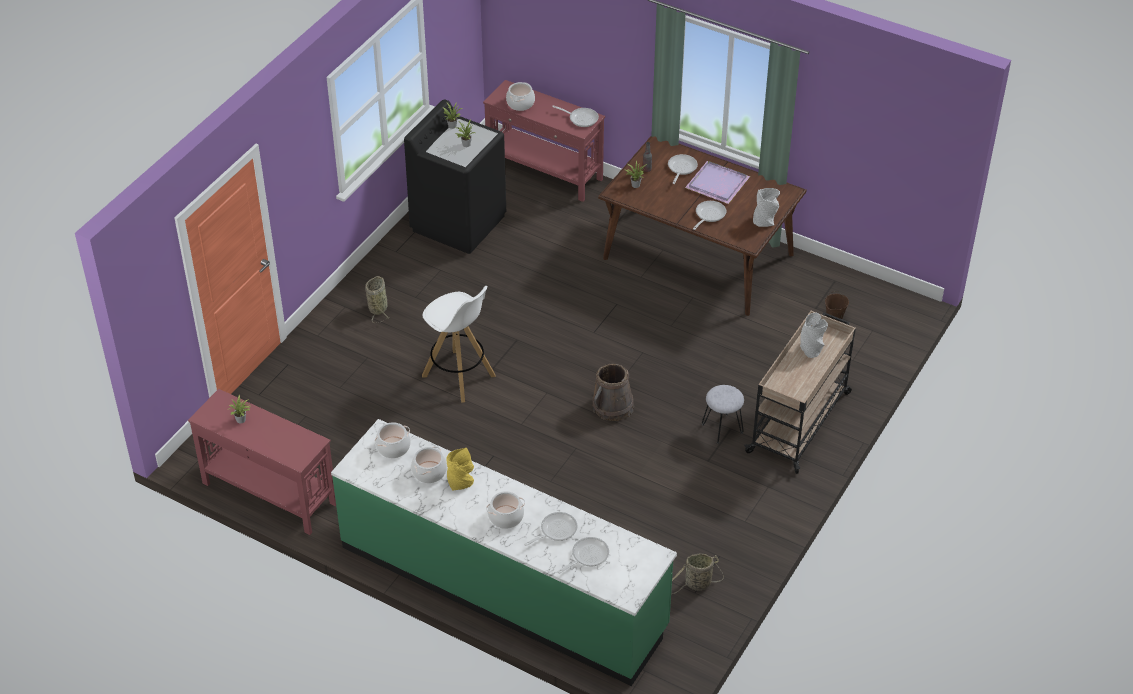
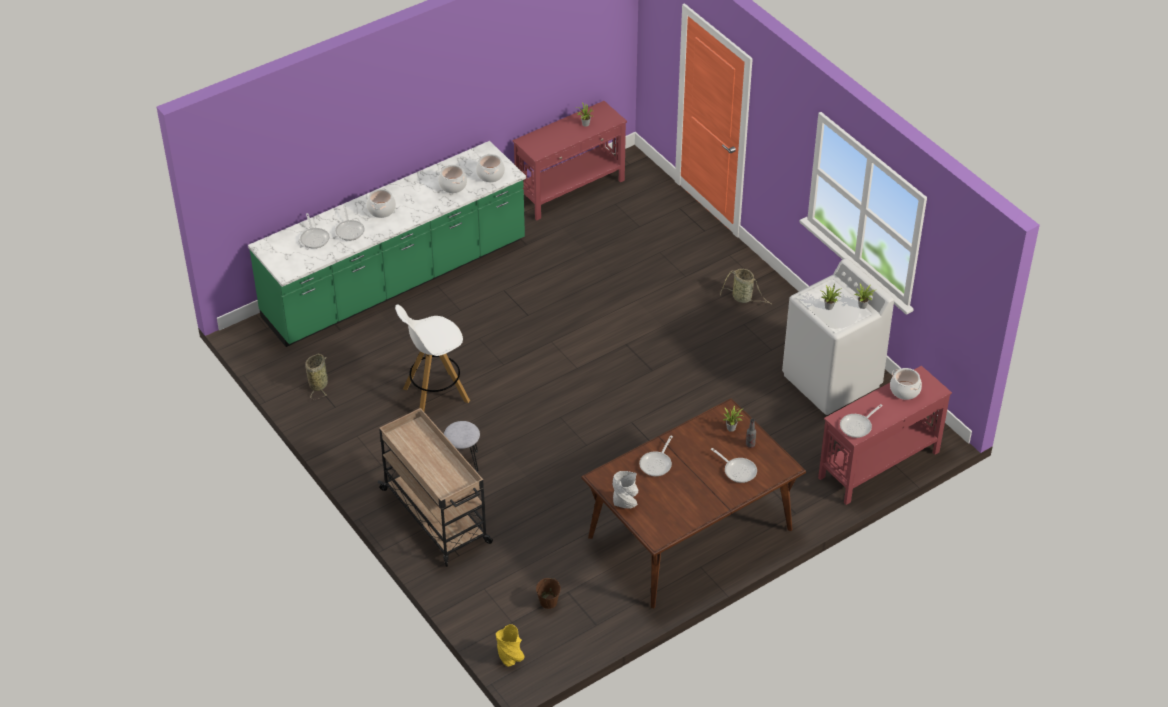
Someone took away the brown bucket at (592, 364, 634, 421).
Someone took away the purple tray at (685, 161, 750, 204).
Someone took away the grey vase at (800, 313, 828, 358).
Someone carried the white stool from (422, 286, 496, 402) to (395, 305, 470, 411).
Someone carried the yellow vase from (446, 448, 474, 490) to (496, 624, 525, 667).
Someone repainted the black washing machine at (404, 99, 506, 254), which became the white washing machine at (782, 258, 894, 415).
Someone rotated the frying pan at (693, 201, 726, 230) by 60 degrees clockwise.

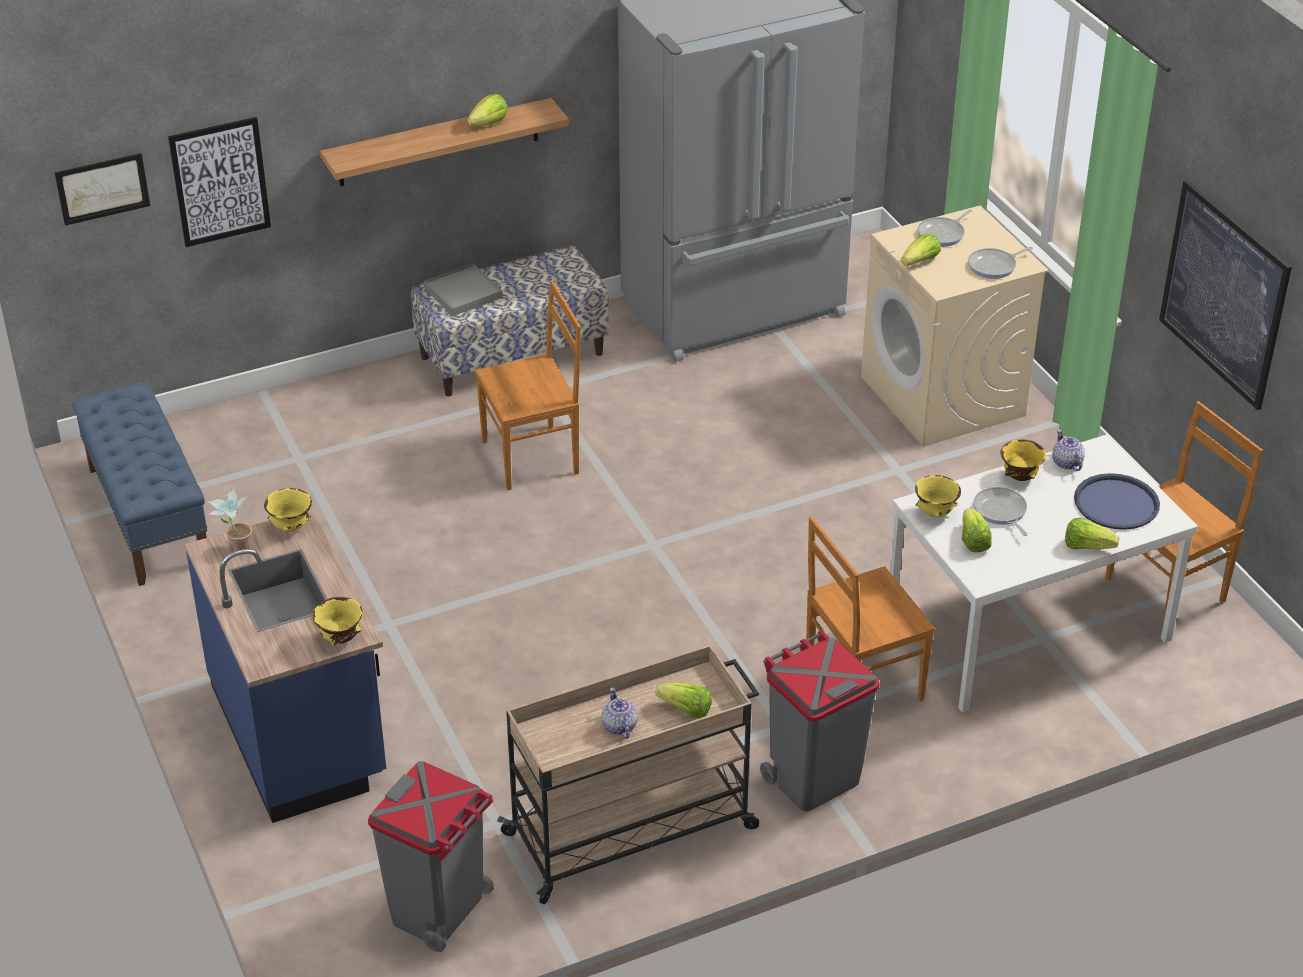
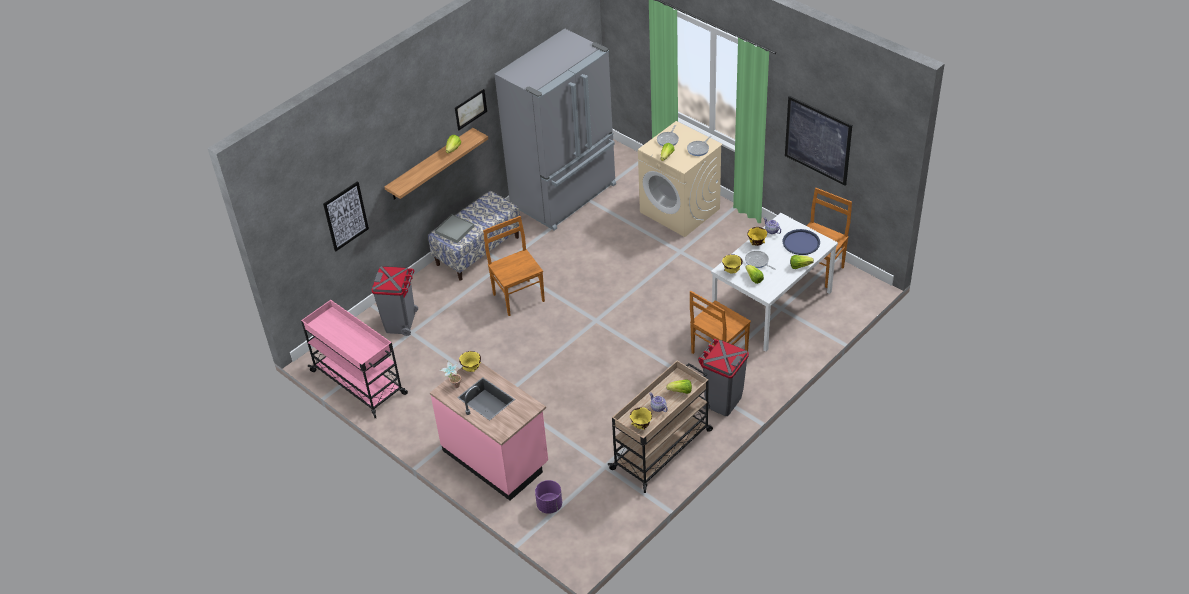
Someone put down the purple planter at (535, 480, 562, 514).
Someone carried the picture from (55, 153, 150, 226) to (455, 89, 487, 131).
Someone carried the yellow bowl from (313, 597, 363, 645) to (630, 407, 652, 430).
Someone carried the grey trash can from (368, 761, 494, 952) to (372, 266, 418, 336).
Someone swapped the blue bench at (72, 382, 207, 586) for the pink cart at (301, 300, 408, 418).
Someone repainted the blue counter at (185, 509, 386, 823), which became the pink counter at (430, 363, 548, 501).
Someone rotated the brown chair at (475, 280, 581, 491) by 75 degrees counterclockwise.

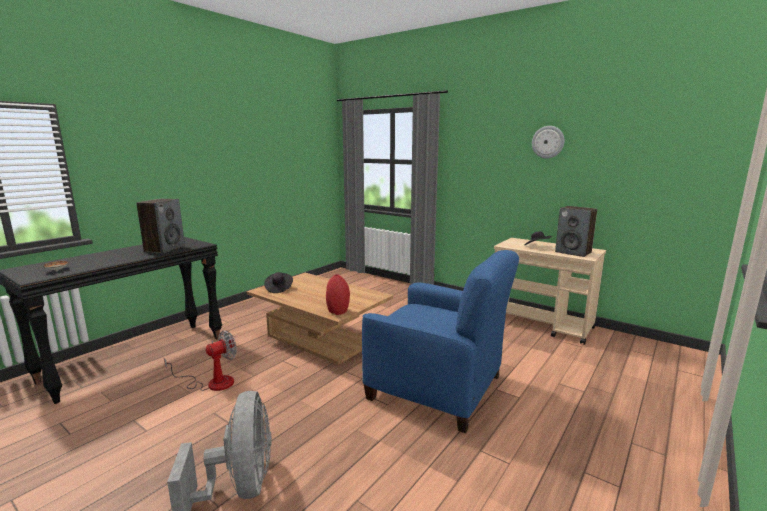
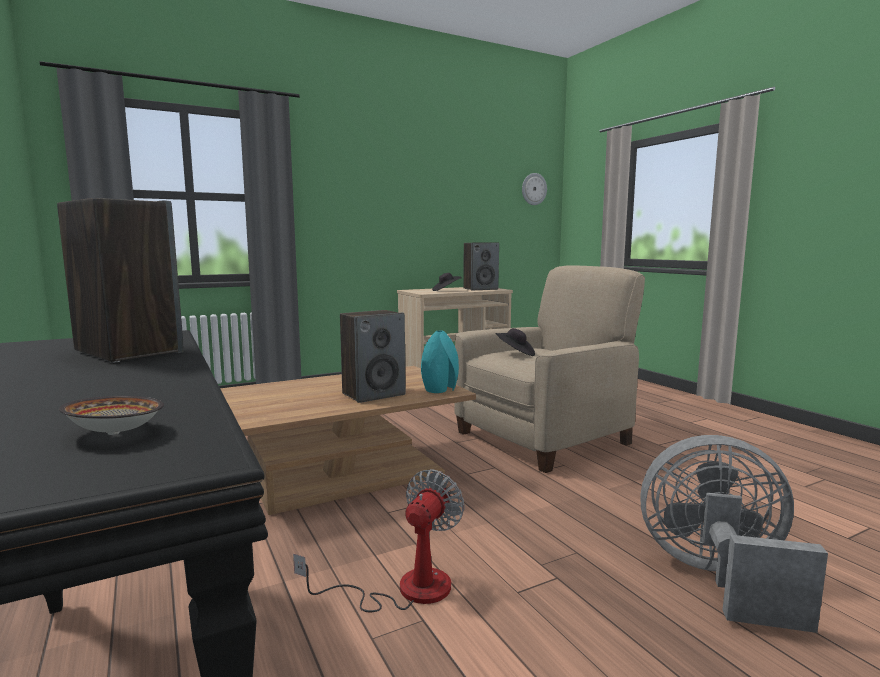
Someone put down the speaker at (340, 310, 406, 403).
Someone carried the black hat from (264, 272, 293, 293) to (496, 328, 535, 356).
Someone carried the wall clock from (532, 126, 565, 159) to (522, 173, 547, 205).
Someone repainted the red vase at (326, 274, 350, 315), which became the turquoise vase at (421, 331, 459, 393).
Someone repainted the blue armchair at (362, 250, 519, 433), which became the beige armchair at (454, 265, 645, 473).
Someone rotated the fan at (164, 330, 237, 391) by 45 degrees clockwise.

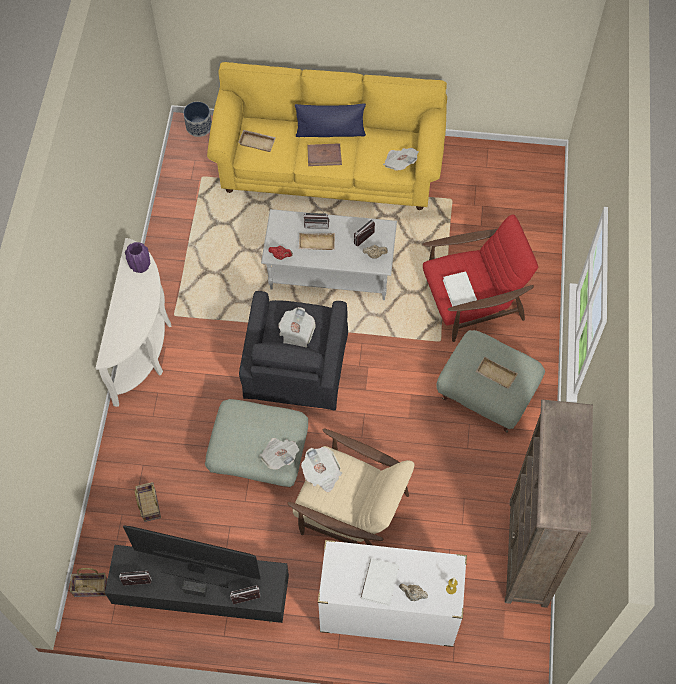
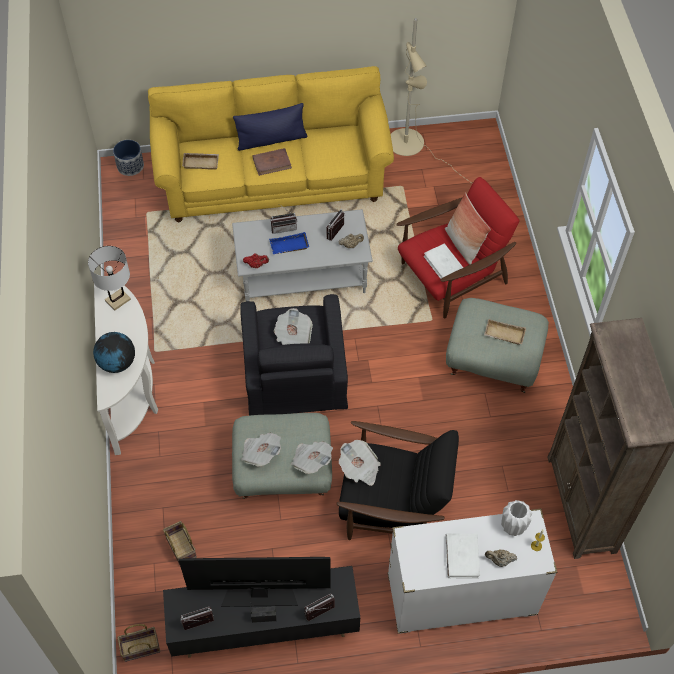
Someone put down the globe at (93, 332, 135, 373).
Someone put down the beige floor lamp at (391, 18, 473, 184).
Someone put down the pillow at (445, 193, 491, 265).
Someone put down the white vase at (501, 500, 532, 536).
Someone carried the newspaper from (383, 148, 419, 170) to (241, 432, 281, 467).
Someone swapped the purple vase at (125, 242, 150, 273) for the white table lamp at (88, 246, 131, 310).
Someone repainted the beige armchair at (287, 429, 415, 545), which became the black armchair at (336, 421, 459, 540).
Someone repainted the beige tray at (299, 233, 335, 250), which became the blue tray at (269, 232, 309, 254).

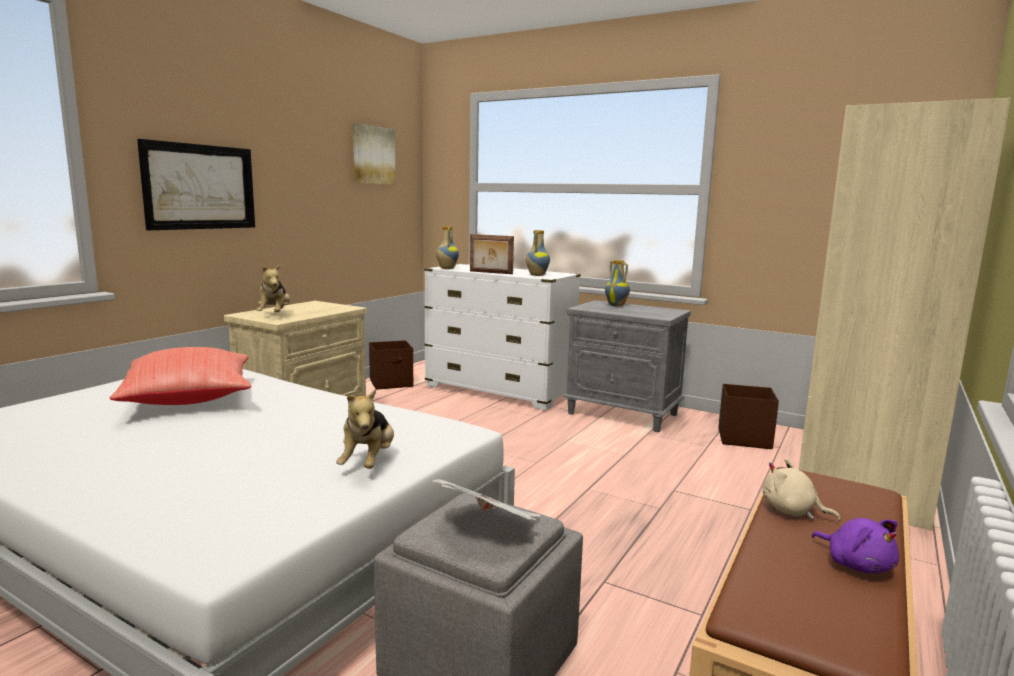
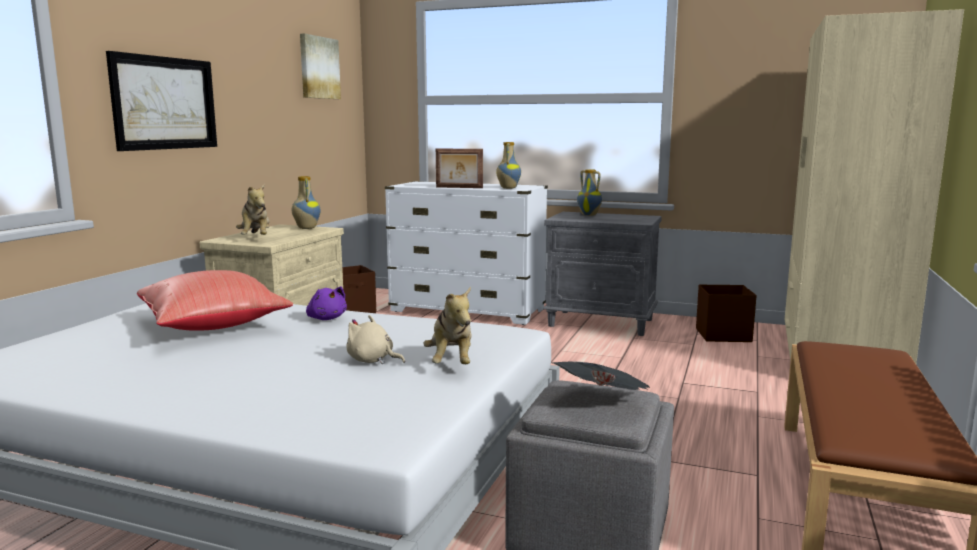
Someone carried the vase from (436, 226, 459, 269) to (292, 176, 321, 229).
Someone carried the beige plush toy from (763, 459, 841, 521) to (346, 315, 405, 364).
Someone carried the purple plush toy from (811, 518, 899, 573) to (306, 287, 347, 320).

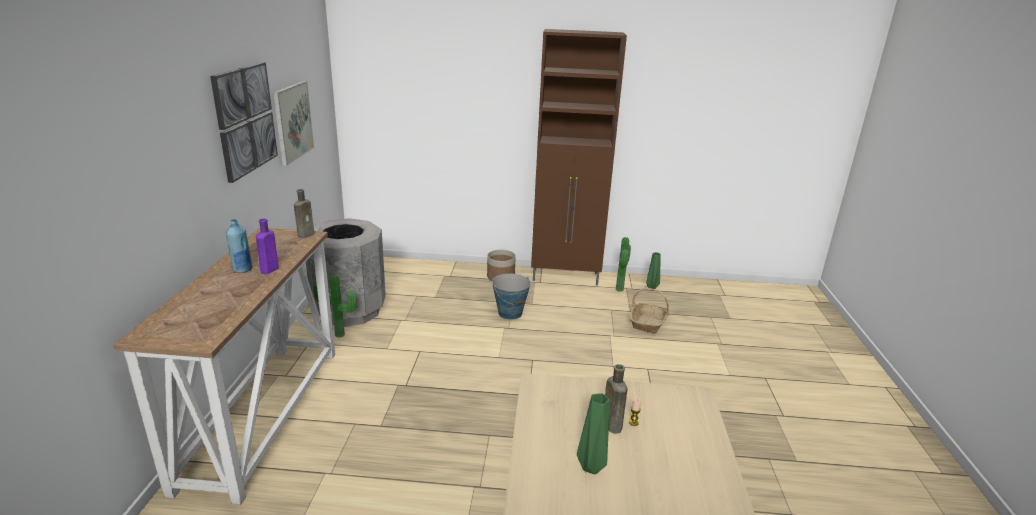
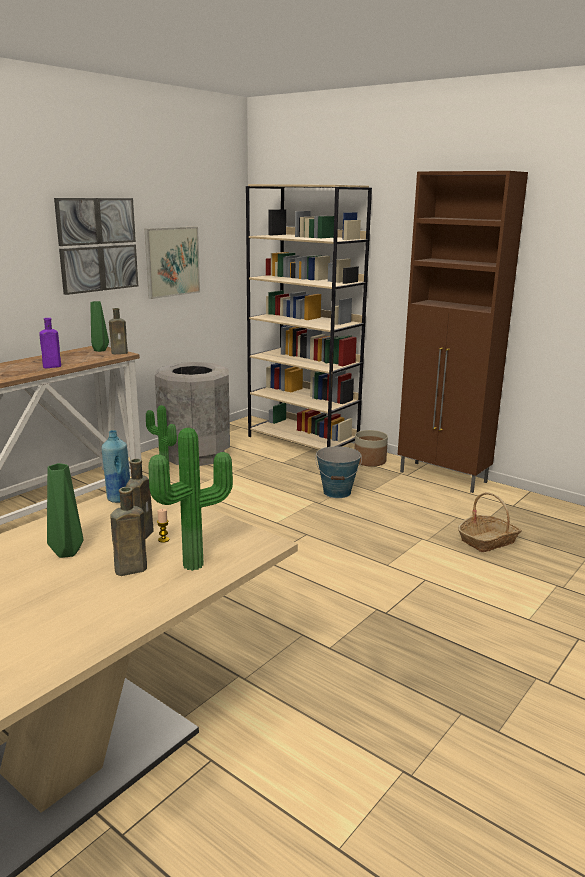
Someone put down the brown bottle at (110, 487, 147, 576).
Someone put down the beige bookcase at (246, 184, 372, 450).
Someone carried the blue bottle from (226, 219, 252, 273) to (101, 430, 130, 503).
Someone carried the potted plant from (616, 237, 631, 292) to (149, 428, 233, 571).
Someone carried the green vase from (646, 252, 661, 289) to (90, 301, 109, 352).

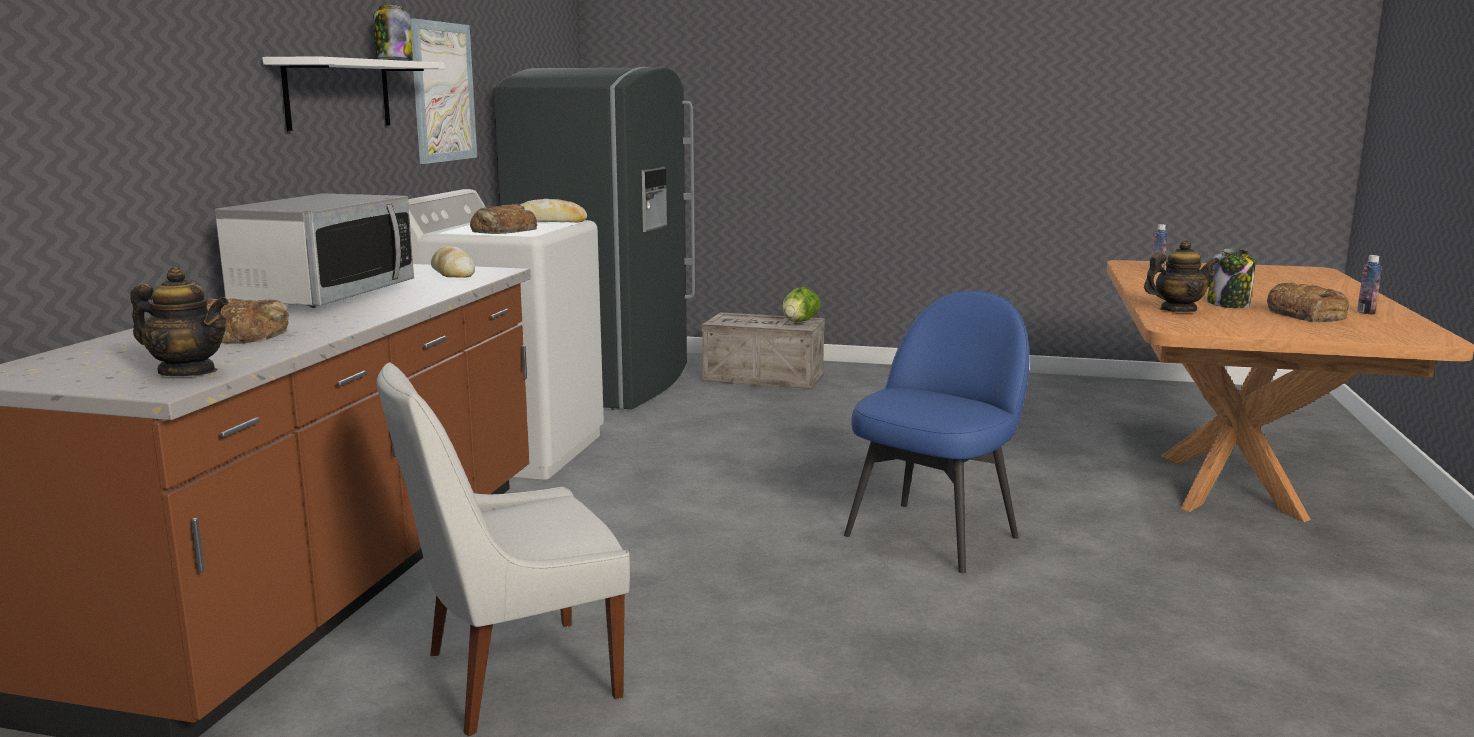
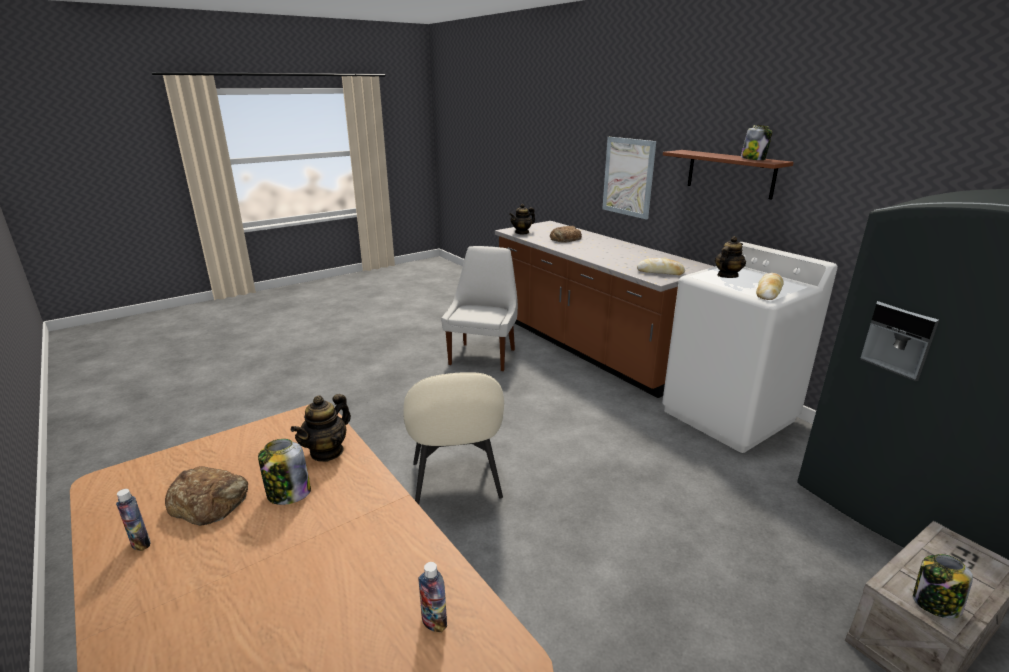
Someone took away the microwave at (215, 194, 414, 308).
Someone carried the picture from (410, 18, 477, 164) to (602, 137, 656, 219).
Someone swapped the bread at (470, 204, 537, 234) for the teapot at (715, 236, 746, 278).
Someone swapped the lettuce at (782, 287, 821, 322) for the jar at (913, 554, 973, 618).
Someone repainted the white shelf at (263, 56, 445, 131), which became the brown shelf at (663, 150, 794, 200).
Someone repainted the blue chair at (844, 291, 1029, 573), which became the beige chair at (403, 372, 504, 505).

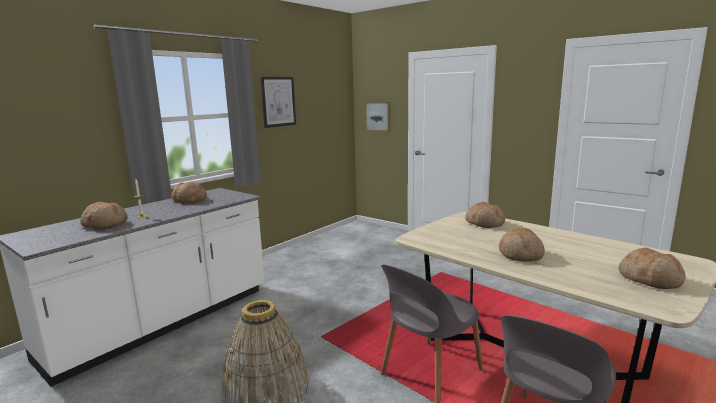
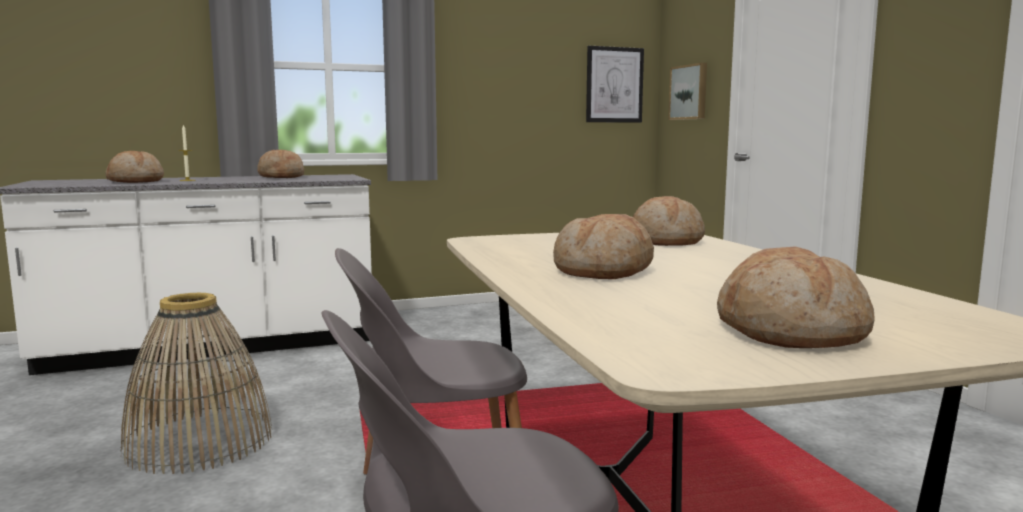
Someone carried the picture from (260, 77, 296, 128) to (586, 46, 644, 123).

